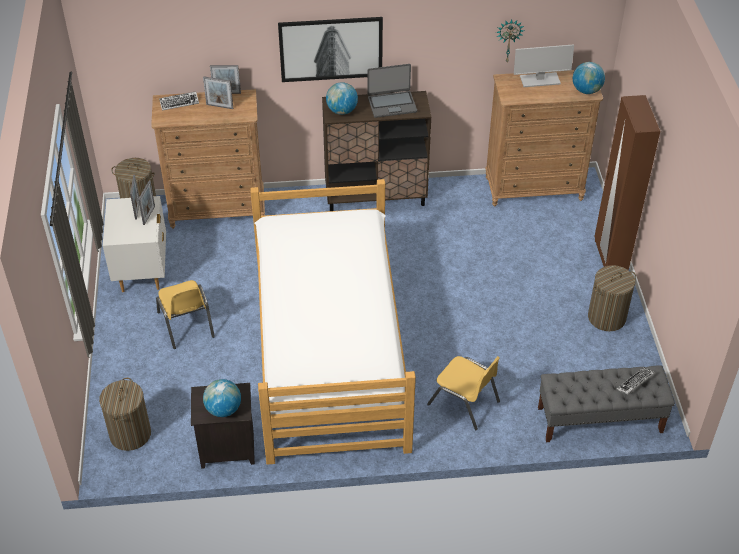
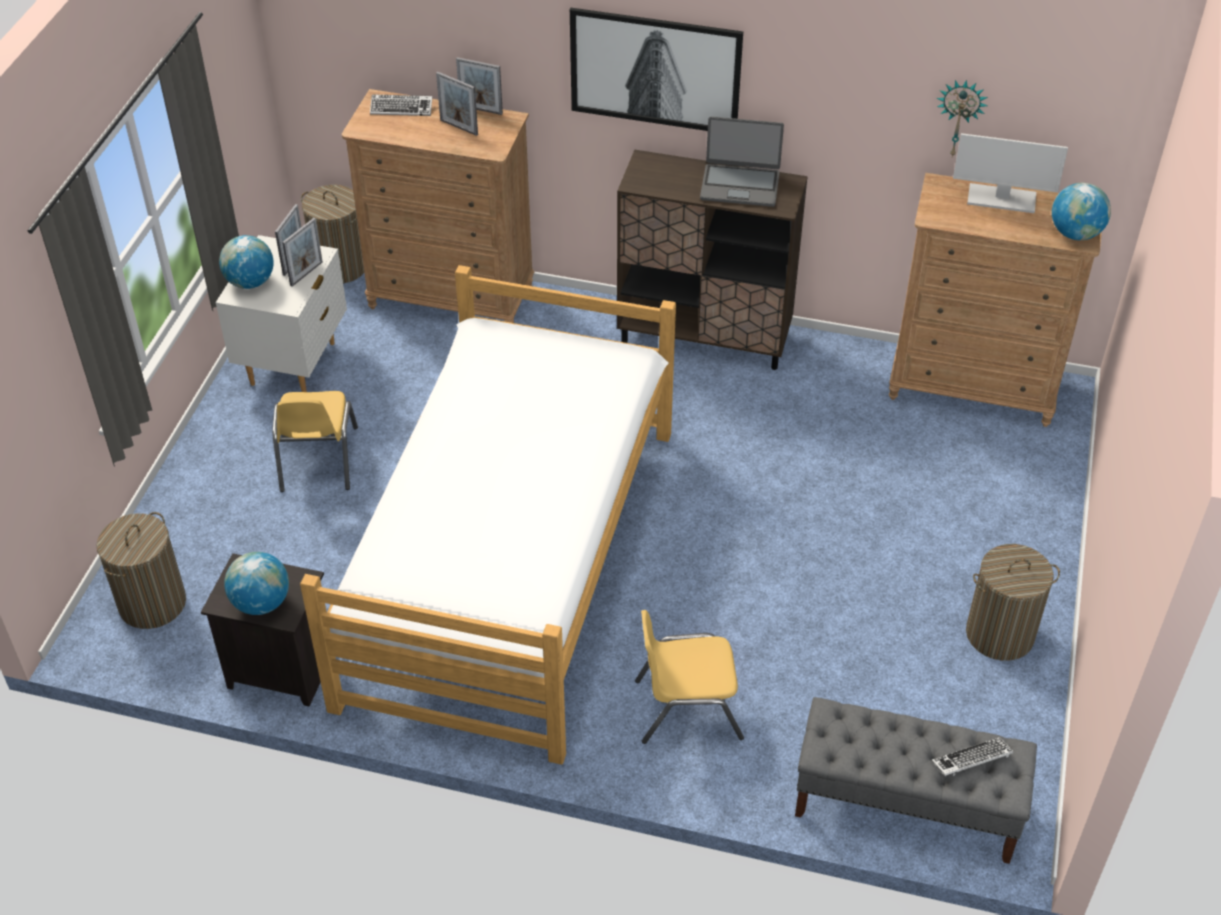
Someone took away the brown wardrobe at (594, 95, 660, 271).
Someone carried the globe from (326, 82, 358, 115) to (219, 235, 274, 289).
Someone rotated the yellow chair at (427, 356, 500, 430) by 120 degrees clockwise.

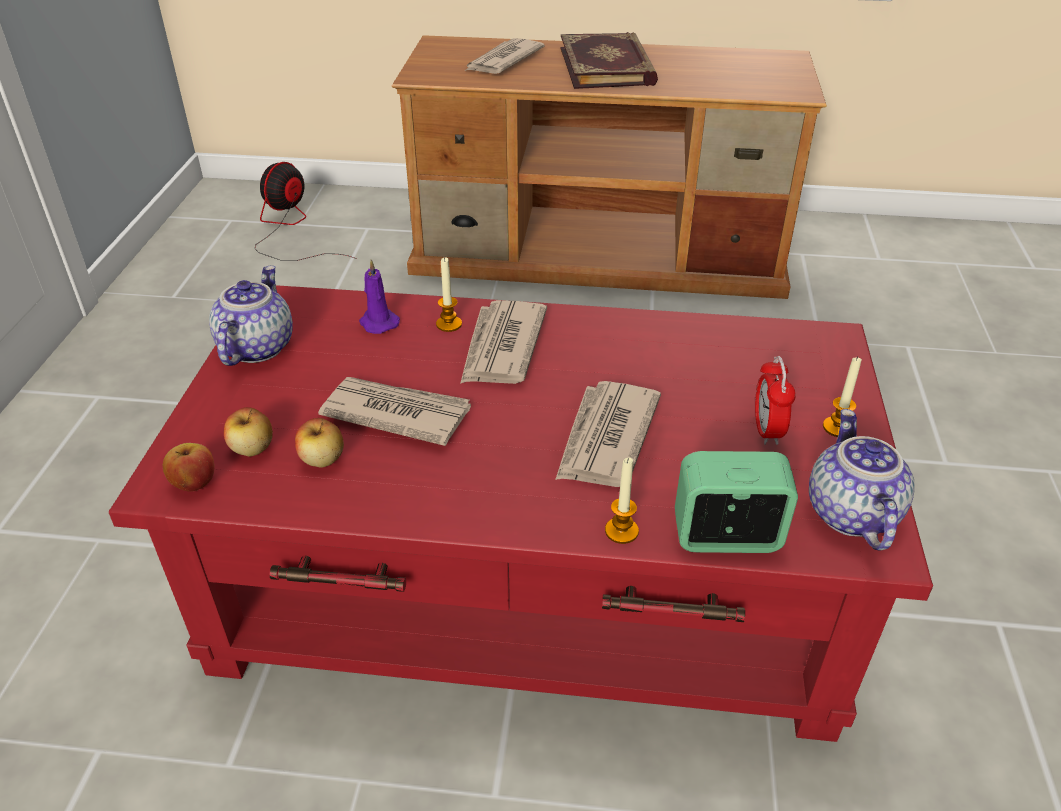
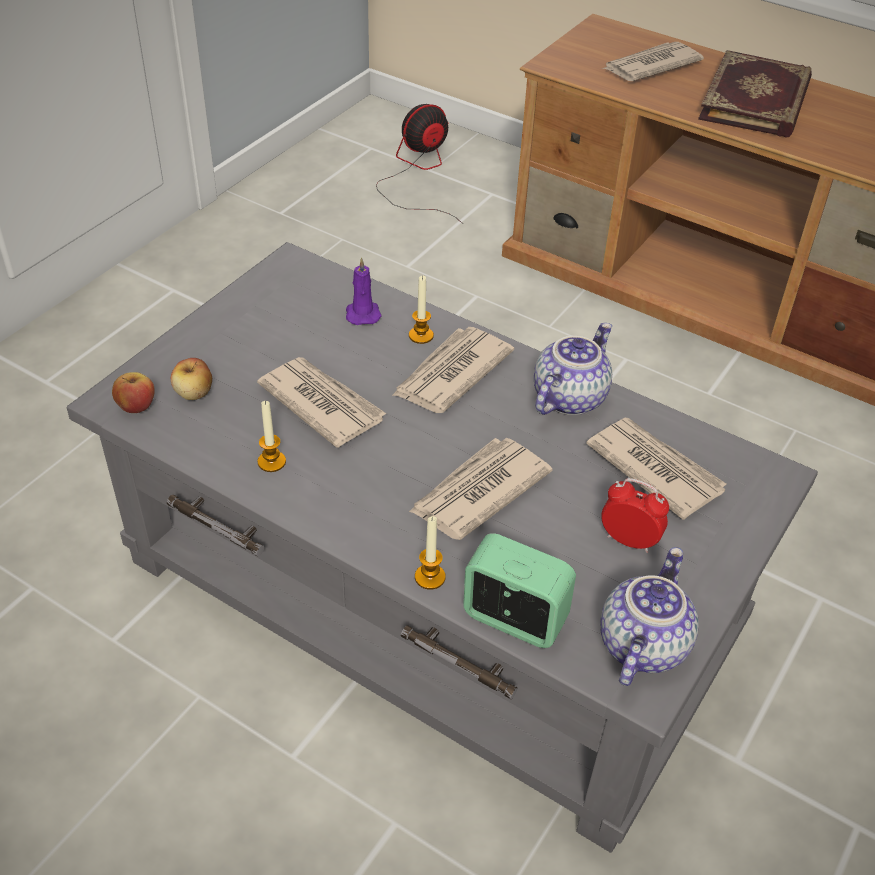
Someone took away the apple at (295, 418, 344, 468).
Someone put down the newspaper at (586, 418, 726, 520).
Someone carried the teapot from (209, 266, 293, 366) to (534, 323, 612, 415).
Someone carried the candle from (823, 356, 862, 437) to (257, 401, 286, 472).
Someone repainted the red coffee table at (109, 285, 933, 742), which became the grey coffee table at (67, 242, 818, 853).
Someone rotated the alarm clock at (755, 356, 796, 445) by 90 degrees clockwise.

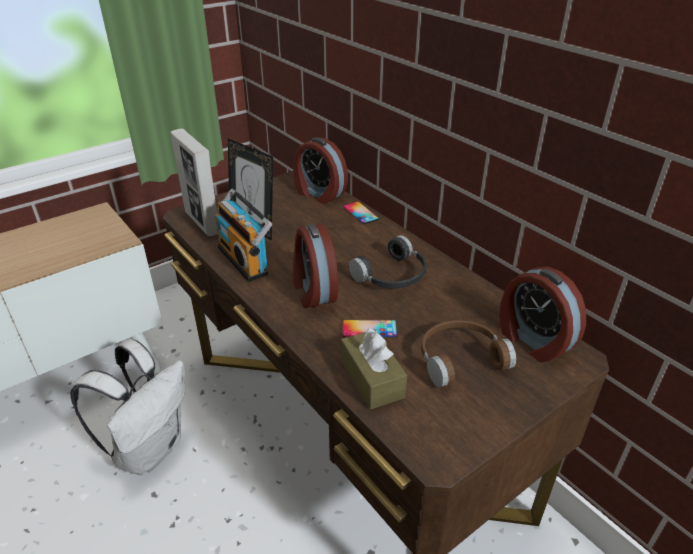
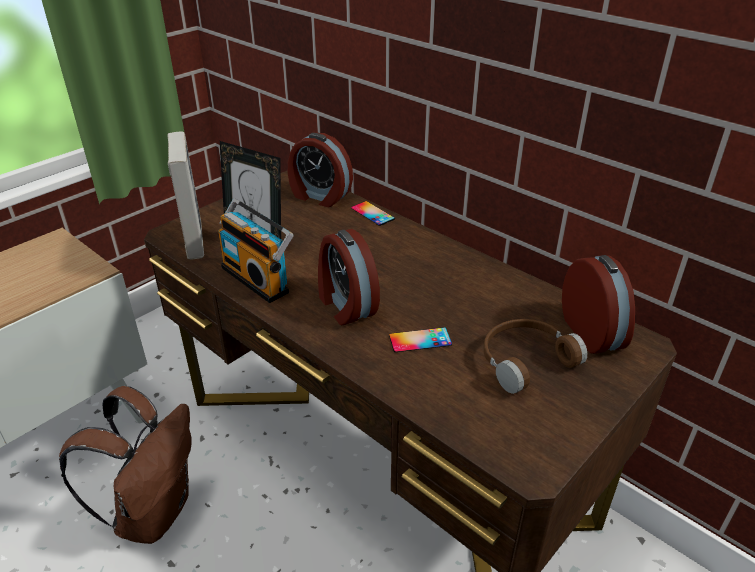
Someone took away the brown tissue box at (341, 328, 407, 410).
Someone took away the black headphones at (349, 235, 427, 289).
Someone repainted the white backpack at (70, 339, 185, 475), which became the brown backpack at (59, 386, 192, 544).
Someone rotated the picture frame at (170, 129, 218, 237) by 150 degrees counterclockwise.
Someone rotated the alarm clock at (499, 267, 586, 363) by 150 degrees counterclockwise.

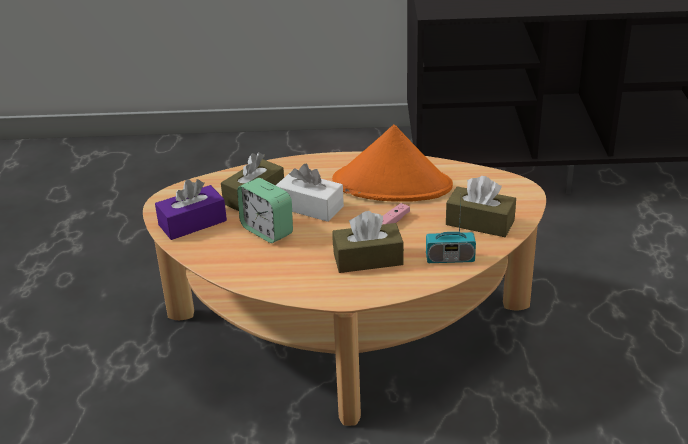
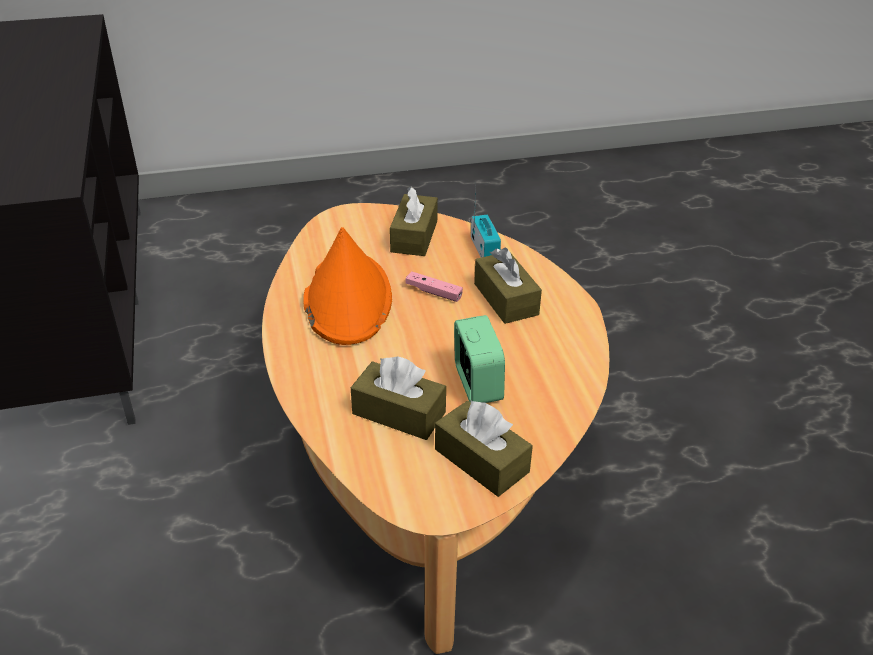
Someone took away the white tissue box at (275, 164, 344, 222).
Someone repainted the purple tissue box at (155, 179, 227, 240), which became the brown tissue box at (435, 401, 533, 497).
Someone rotated the alarm clock at (237, 178, 293, 243) by 45 degrees counterclockwise.

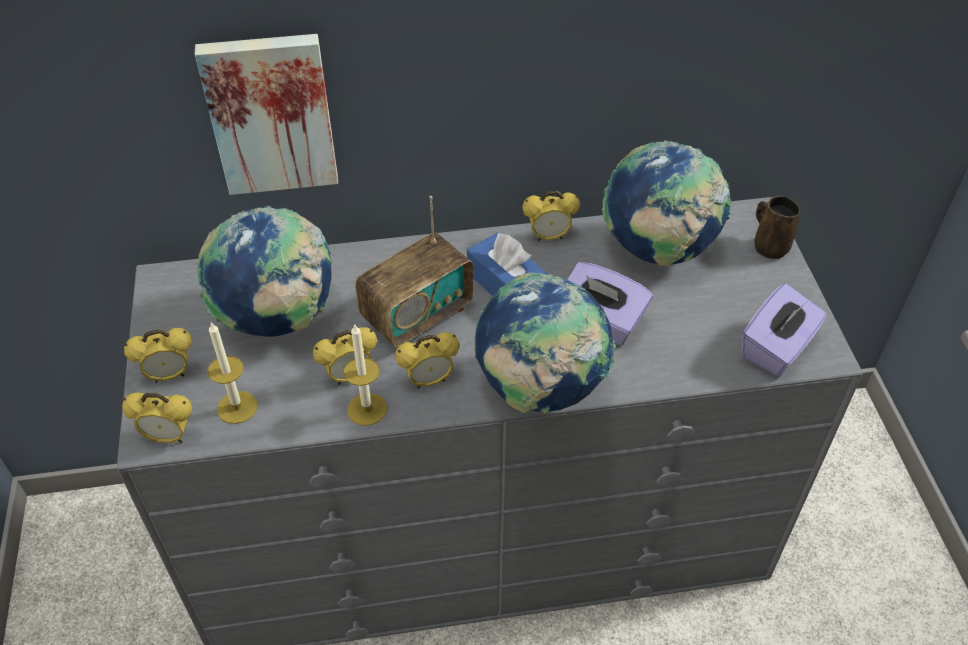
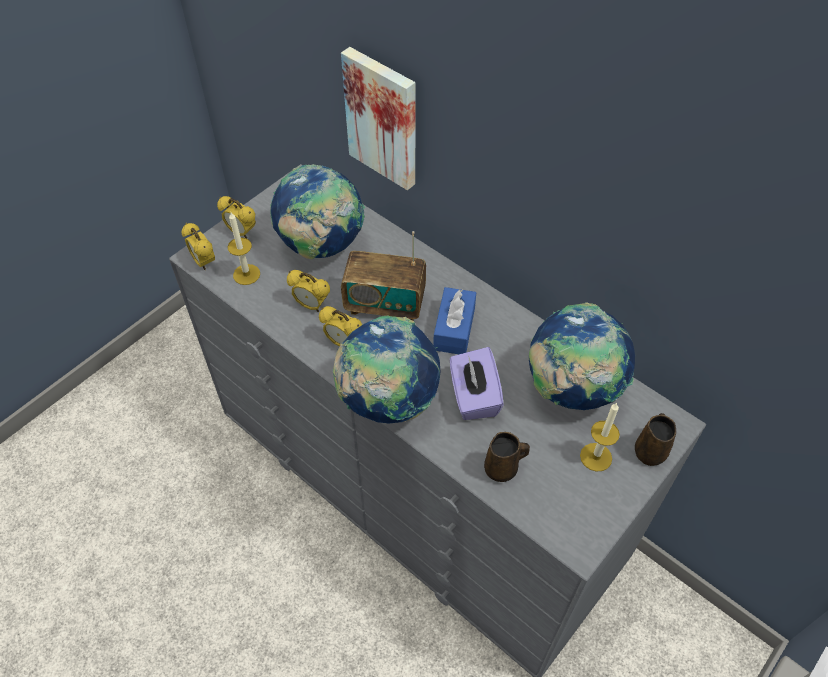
Someone took away the alarm clock at (522, 191, 580, 241).
Someone took away the purple tissue box at (741, 283, 827, 377).
Someone put down the brown mug at (484, 432, 530, 482).
Someone carried the candle from (344, 323, 387, 426) to (580, 402, 620, 471).

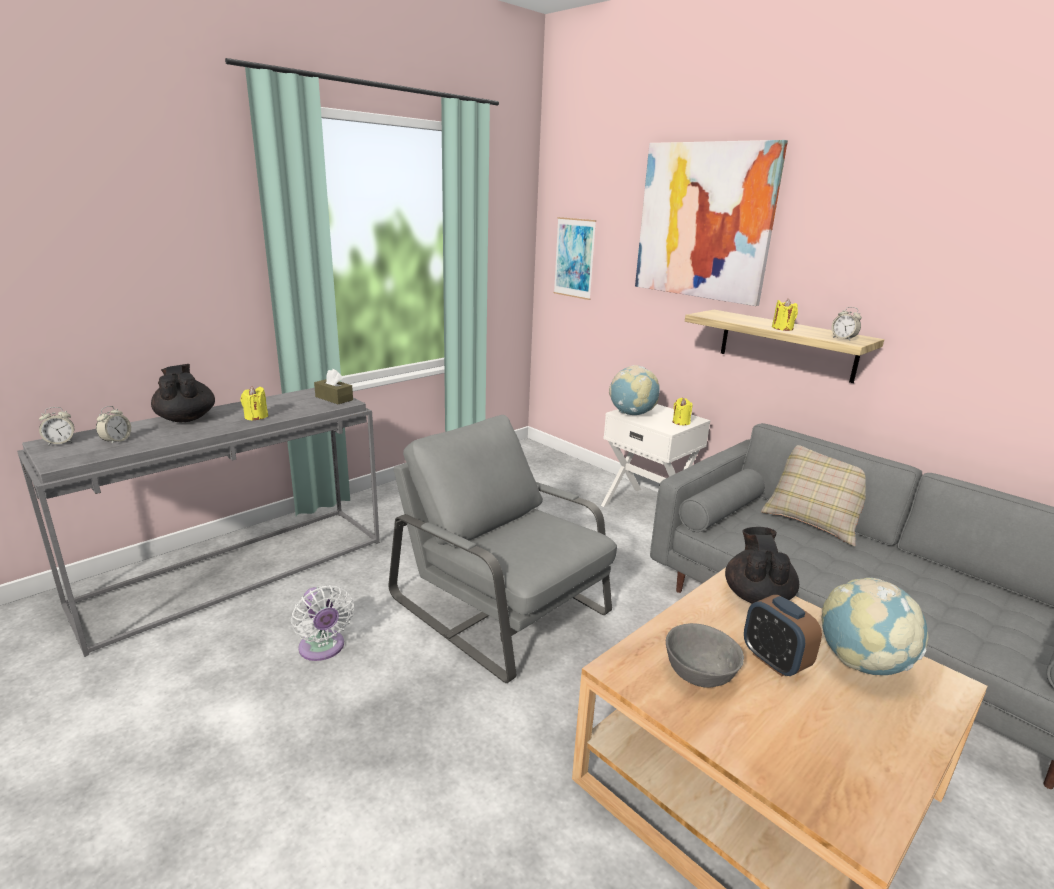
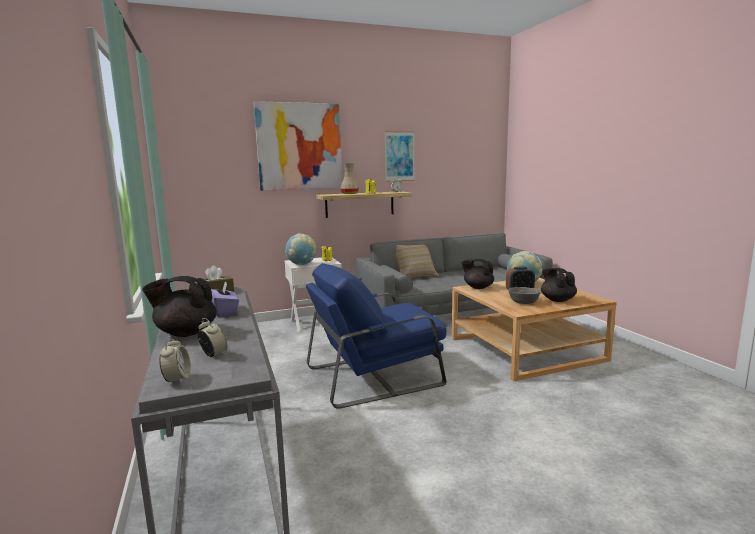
Someone took away the white fan at (291, 585, 354, 661).
Someone put down the beige vase at (340, 163, 359, 194).
Someone put down the black teapot at (541, 268, 577, 302).
Someone carried the picture from (554, 217, 596, 300) to (384, 131, 415, 182).
Someone swapped the yellow candle at (241, 386, 268, 421) for the purple tissue box at (211, 282, 239, 317).
Someone repainted the grey armchair at (388, 415, 617, 683), which became the blue armchair at (306, 263, 446, 409).

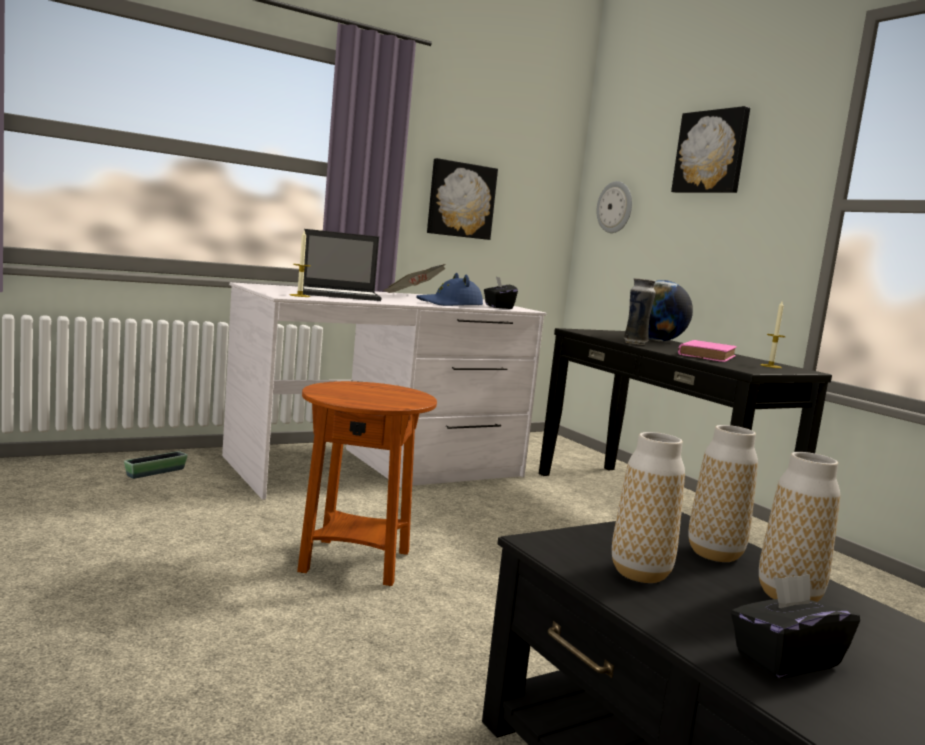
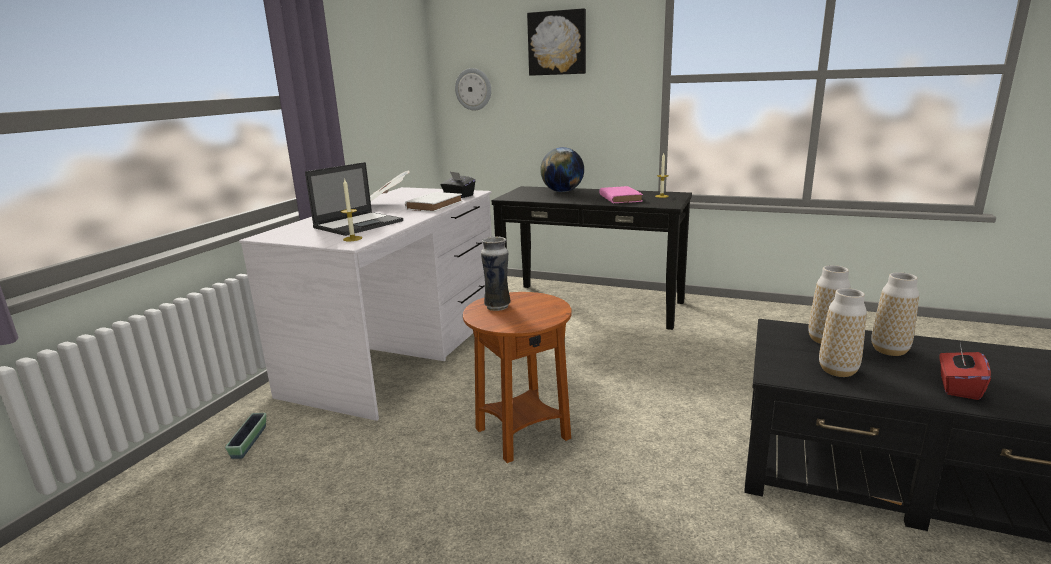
Someone took away the picture at (427, 158, 498, 240).
Someone carried the vase from (624, 278, 656, 345) to (481, 236, 511, 311).
Someone swapped the blue hat at (416, 273, 483, 306) for the white book at (405, 192, 463, 212).
Someone repainted the black tissue box at (731, 574, 860, 678), which became the red tissue box at (939, 344, 991, 400).

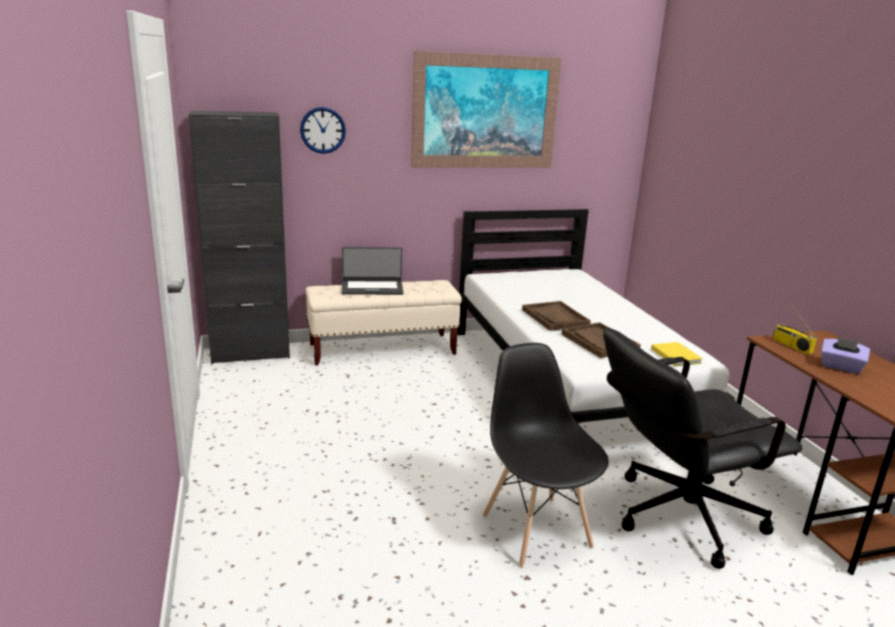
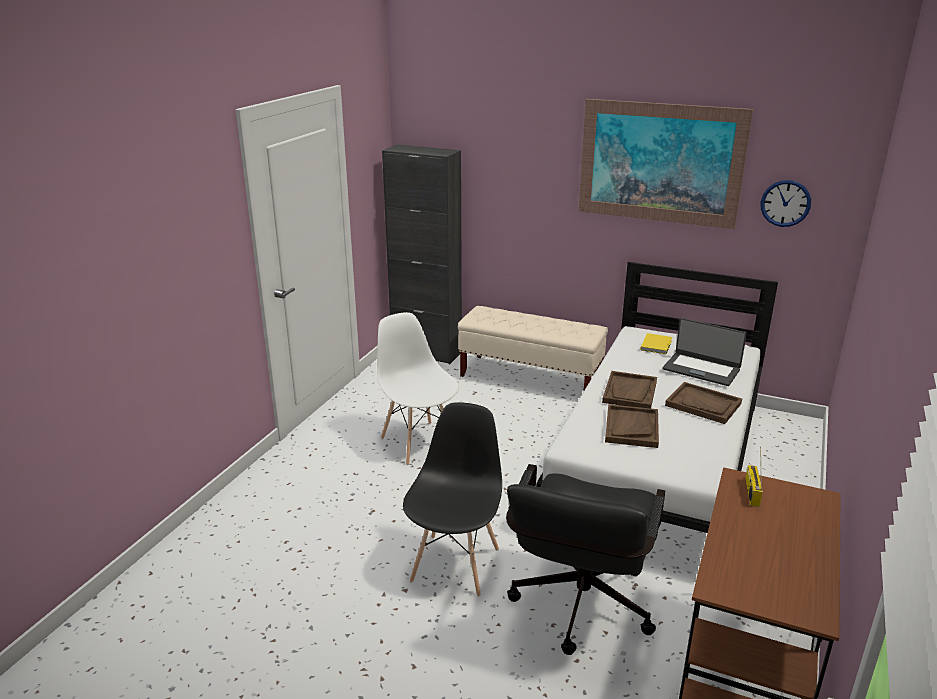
Someone took away the purple tissue box at (821, 337, 870, 374).
Someone put down the white chair at (377, 312, 459, 465).
Someone put down the brown tray at (665, 382, 742, 424).
Someone carried the wall clock from (300, 107, 346, 154) to (761, 180, 811, 227).
Someone carried the laptop from (342, 247, 403, 295) to (662, 318, 747, 386).
Someone carried the yellow book from (651, 342, 703, 366) to (640, 333, 672, 354).
Someone rotated the black office chair at (603, 328, 802, 569) by 90 degrees counterclockwise.

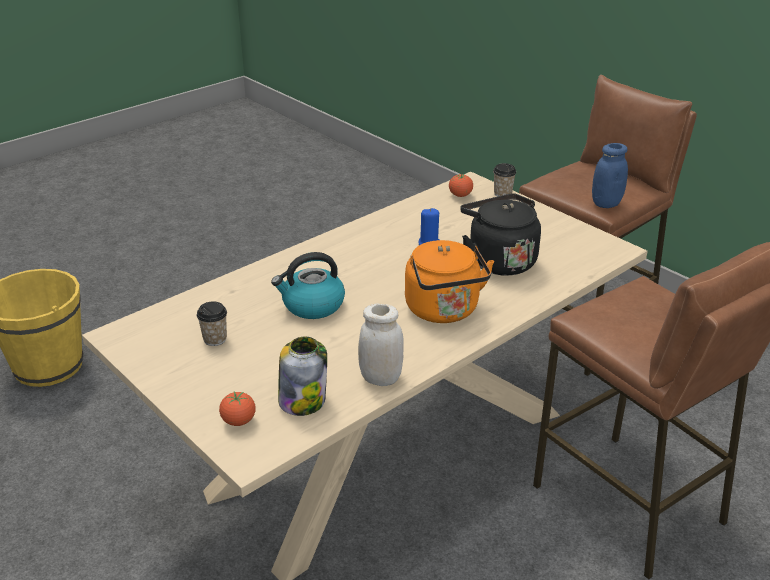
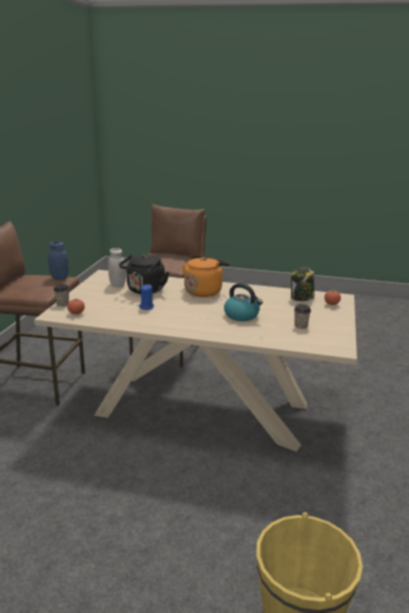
Someone carried the white jar from (358, 304, 404, 386) to (108, 248, 126, 287).

